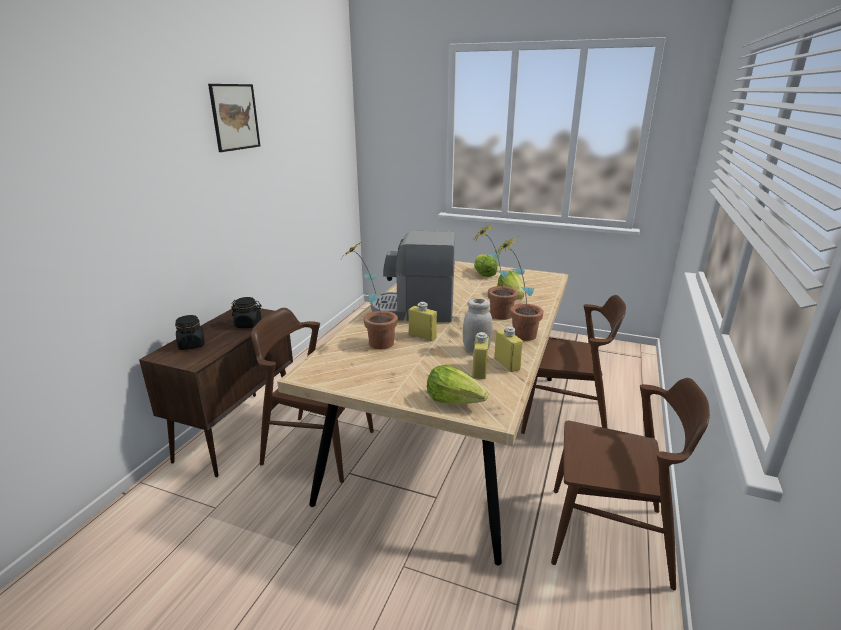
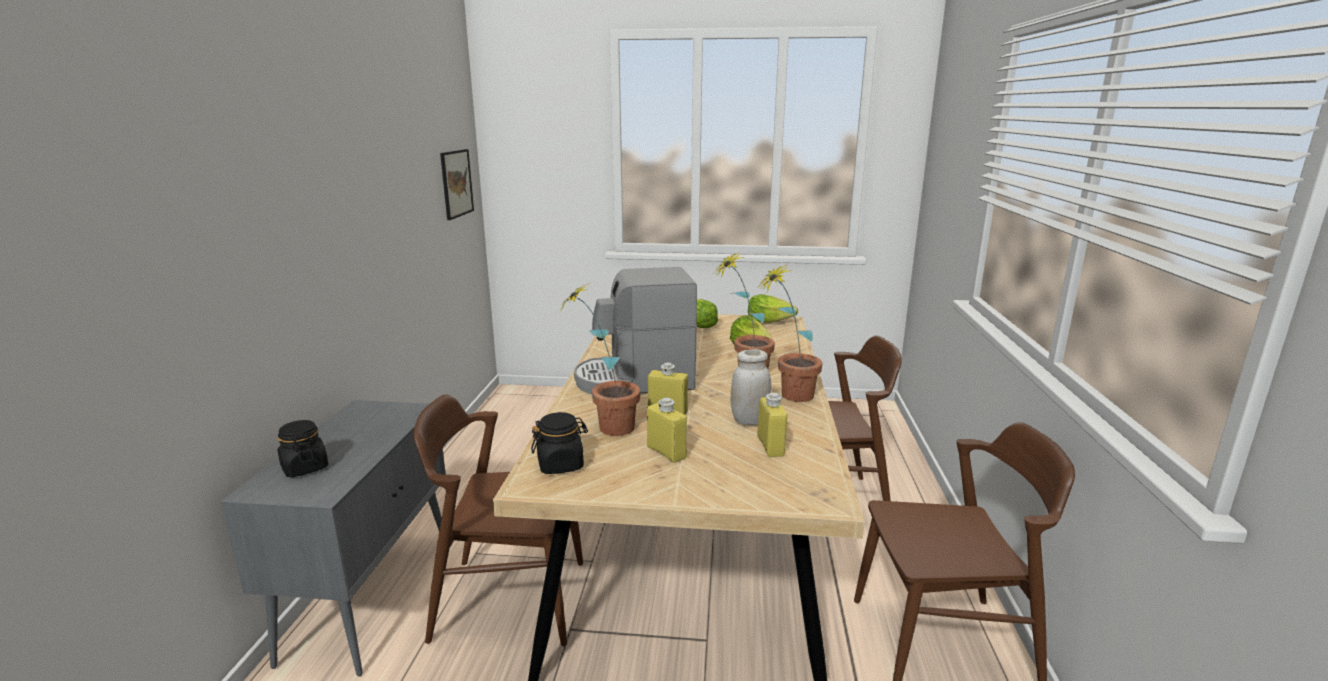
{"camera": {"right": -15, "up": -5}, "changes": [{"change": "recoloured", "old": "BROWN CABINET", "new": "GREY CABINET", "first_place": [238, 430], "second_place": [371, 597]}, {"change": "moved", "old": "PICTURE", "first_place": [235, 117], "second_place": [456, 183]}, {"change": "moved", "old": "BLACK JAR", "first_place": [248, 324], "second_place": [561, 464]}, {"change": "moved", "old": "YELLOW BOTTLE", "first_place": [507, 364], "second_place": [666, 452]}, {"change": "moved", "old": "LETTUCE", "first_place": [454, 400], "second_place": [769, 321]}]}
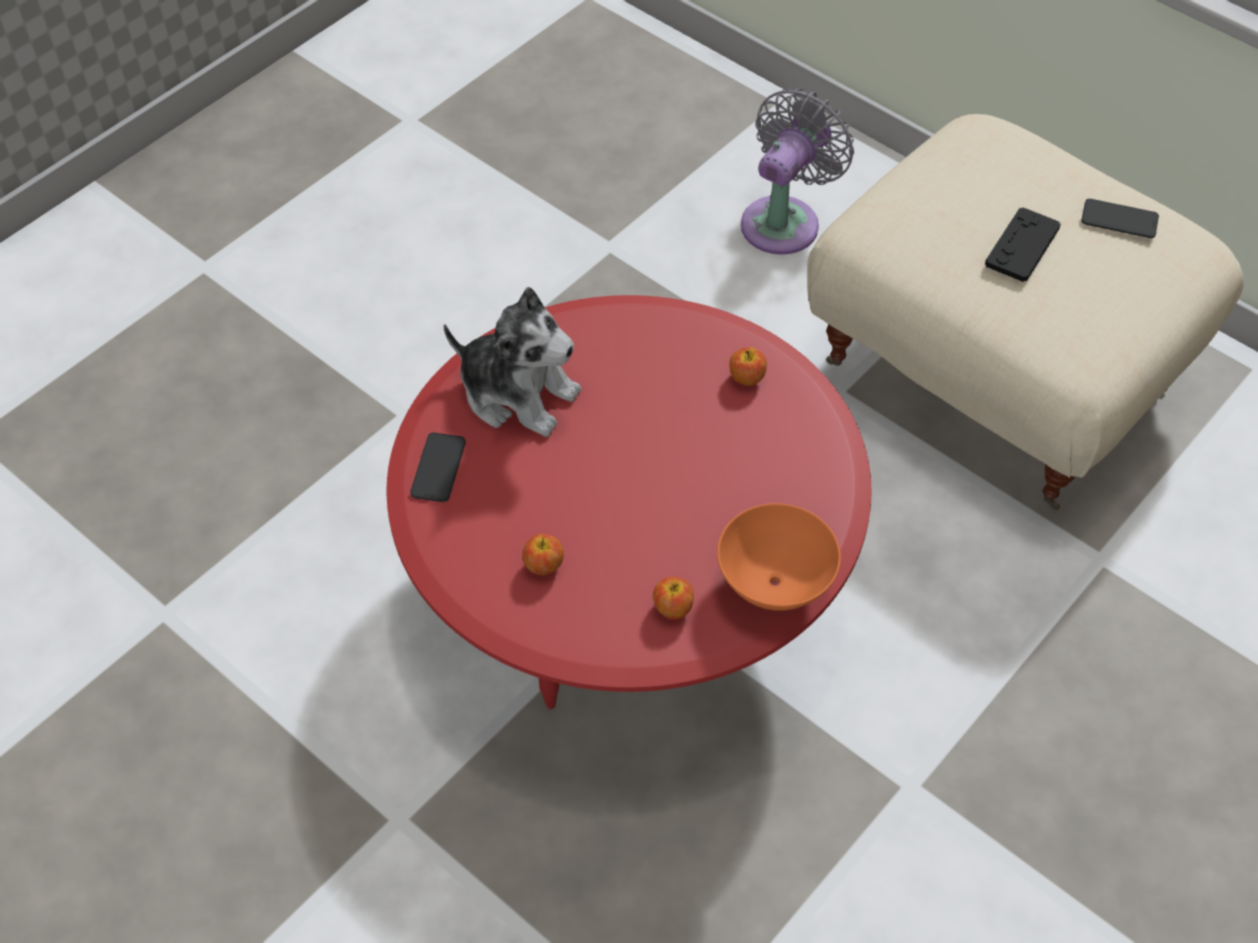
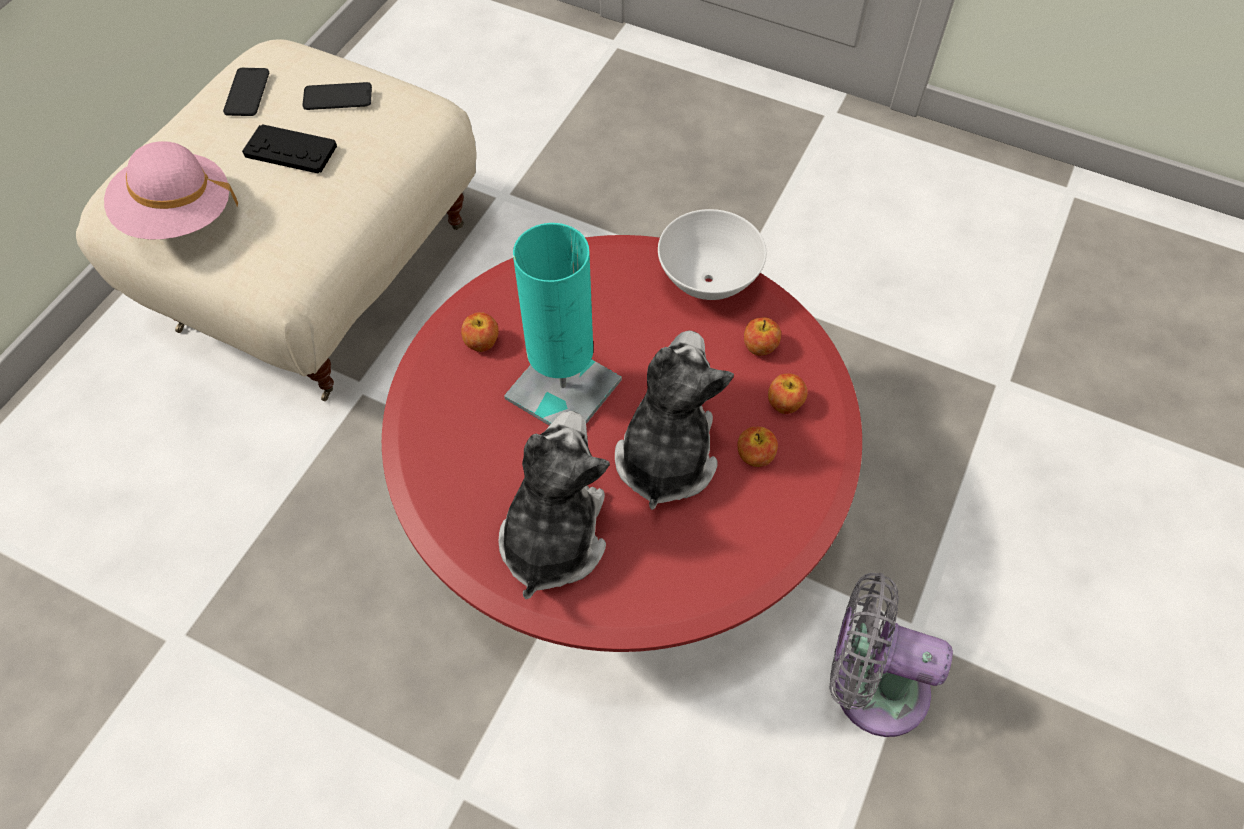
{"camera": {"right": -105, "up": 5}, "changes": [{"change": "added", "new": "PINK HAT", "second_place": [178, 216]}, {"change": "moved", "old": "PHONE", "first_place": [438, 468], "second_place": [337, 97]}, {"change": "added", "new": "TURQUOISE TABLE LAMP", "second_place": [563, 389]}, {"change": "added", "new": "PLUSH TOY", "second_place": [665, 456]}, {"change": "recoloured", "old": "ORANGE BOWL", "new": "WHITE BOWL", "first_place": [773, 584], "second_place": [708, 282]}, {"change": "added", "new": "APPLE", "second_place": [785, 403]}, {"change": "moved", "old": "GREY FAN", "first_place": [784, 220], "second_place": [870, 685]}]}
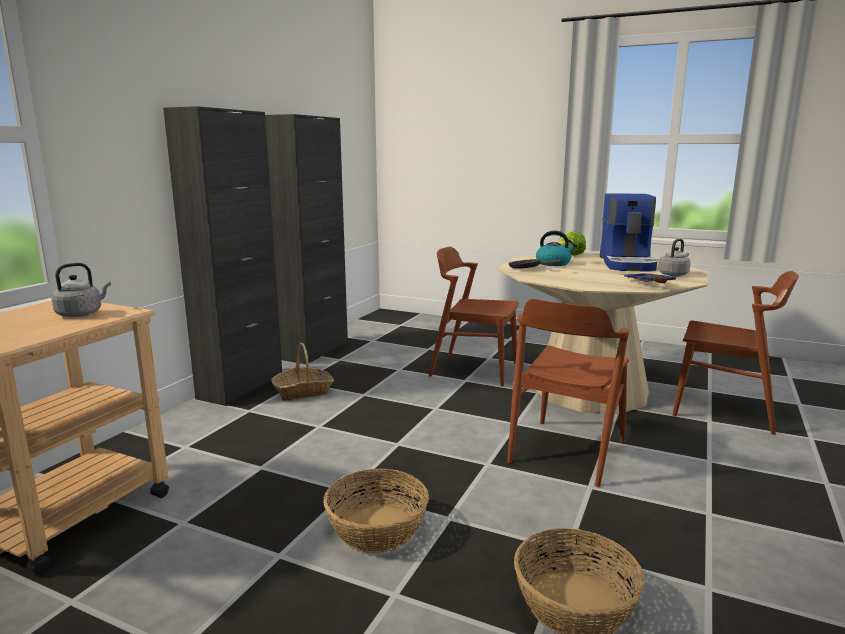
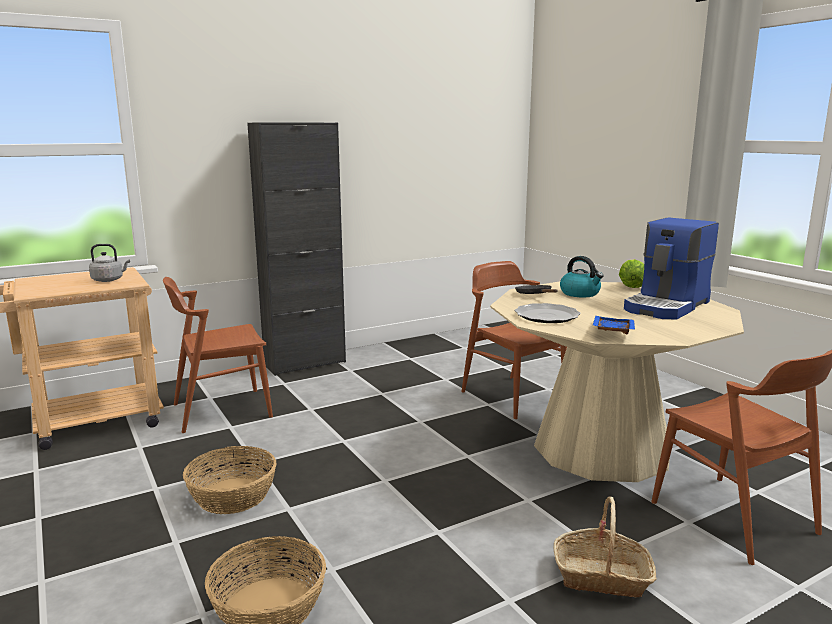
{"camera": {"right": 35, "up": 0}, "changes": [{"change": "moved", "old": "BROWN CHAIR", "first_place": [567, 451], "second_place": [221, 410]}, {"change": "added", "new": "PLATE", "second_place": [547, 316]}, {"change": "moved", "old": "BASKET", "first_place": [303, 391], "second_place": [602, 576]}, {"change": "removed", "old": "BLACK CABINET", "first_place": [315, 351]}, {"change": "removed", "old": "GREY KETTLE", "first_place": [674, 274]}]}
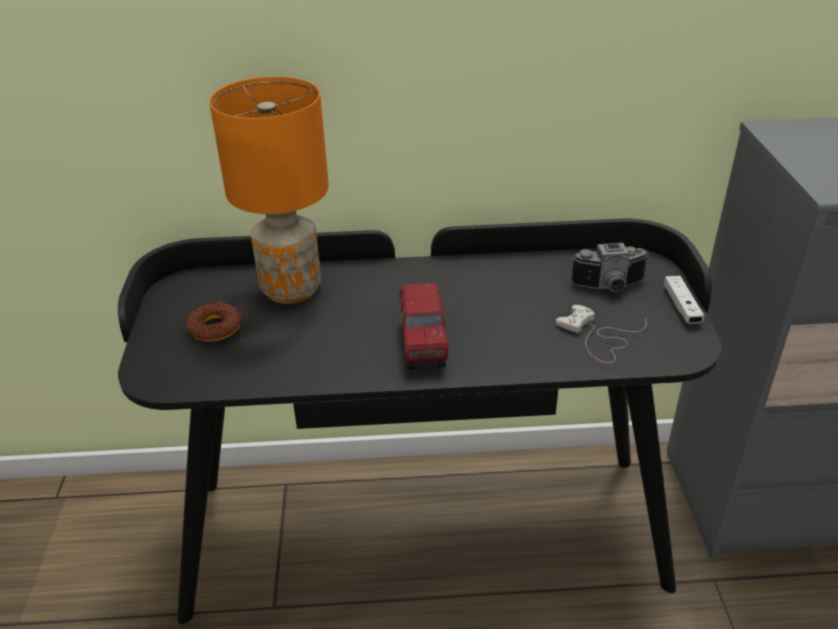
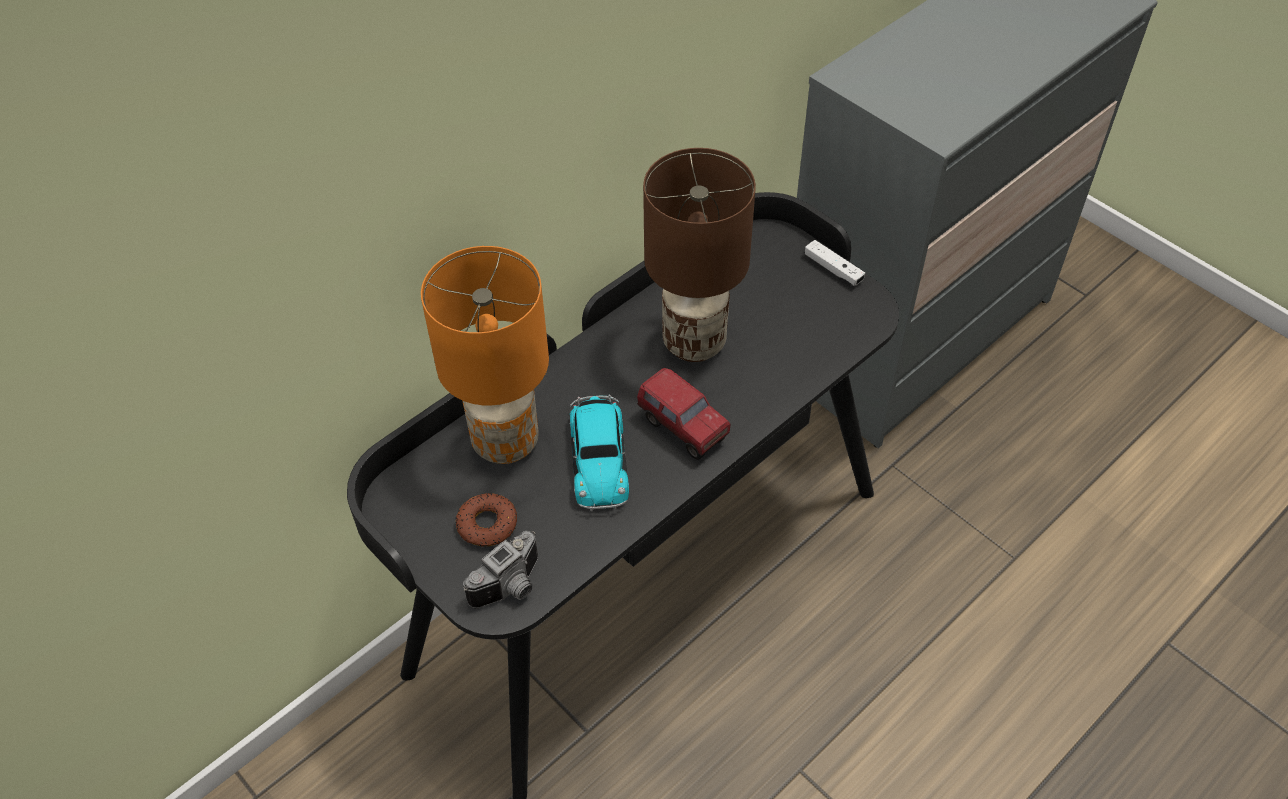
{"camera": {"right": -40, "up": 15}, "changes": [{"change": "moved", "old": "PHOTO CAMERA", "first_place": [610, 287], "second_place": [512, 587]}, {"change": "added", "new": "TOY CAR", "second_place": [598, 456]}, {"change": "added", "new": "BROWN TABLE LAMP", "second_place": [693, 342]}, {"change": "removed", "old": "WHITE GAME CONTROLLER", "first_place": [598, 337]}]}
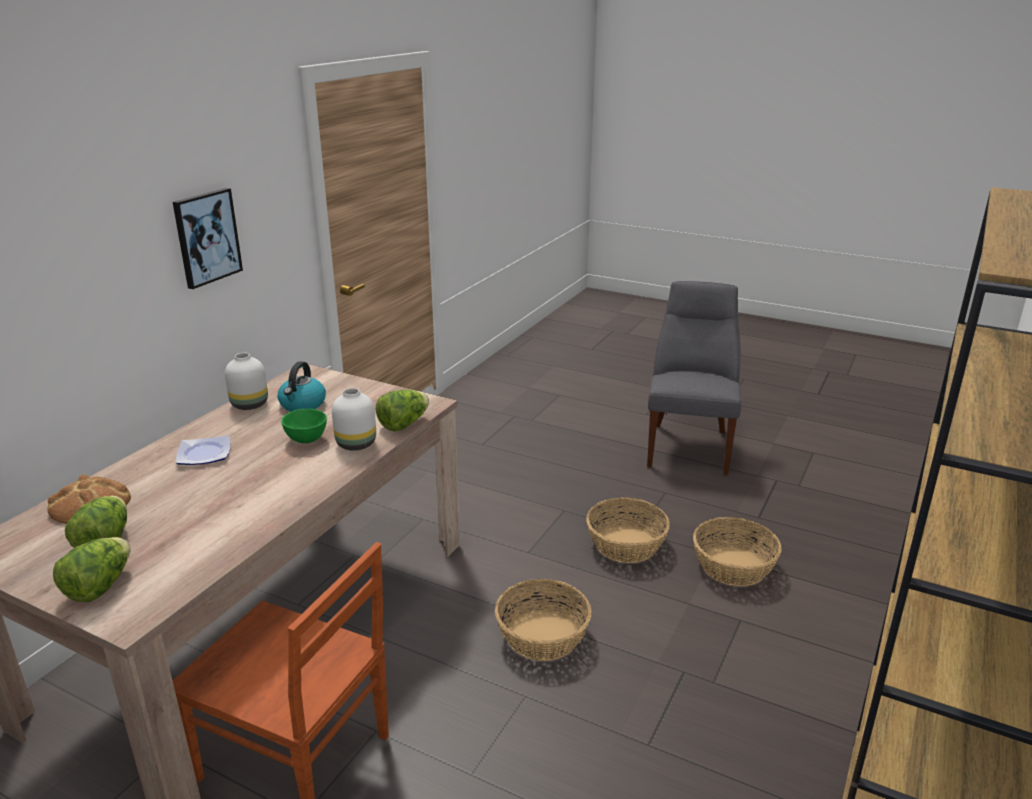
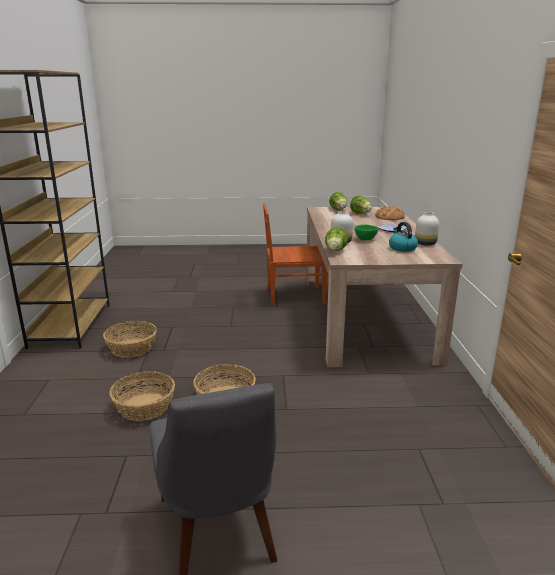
{"camera": {"right": 150, "up": -5}, "changes": [{"change": "moved", "old": "BASKET", "first_place": [543, 636], "second_place": [131, 348]}, {"change": "removed", "old": "PICTURE", "first_place": [207, 237]}]}
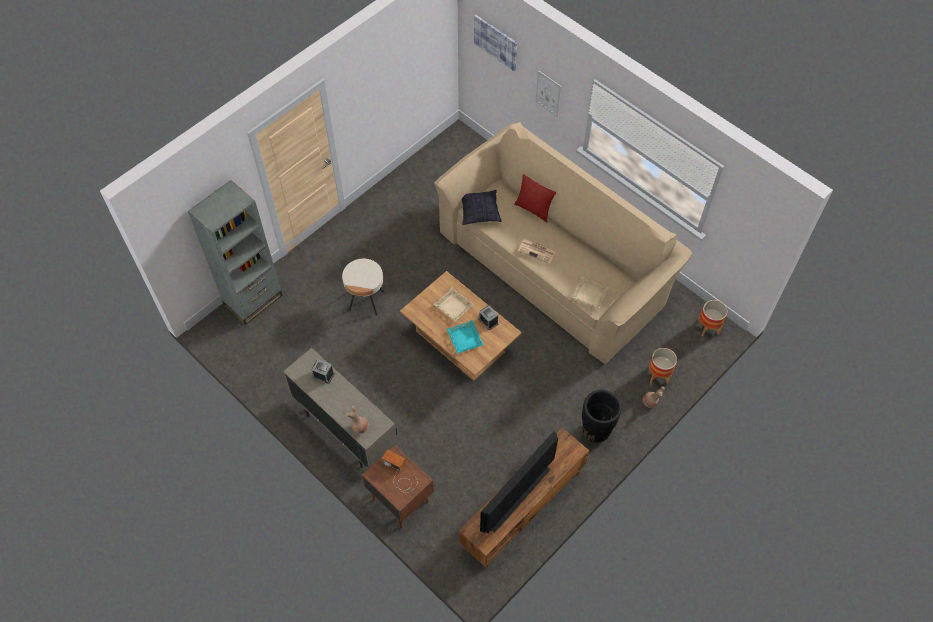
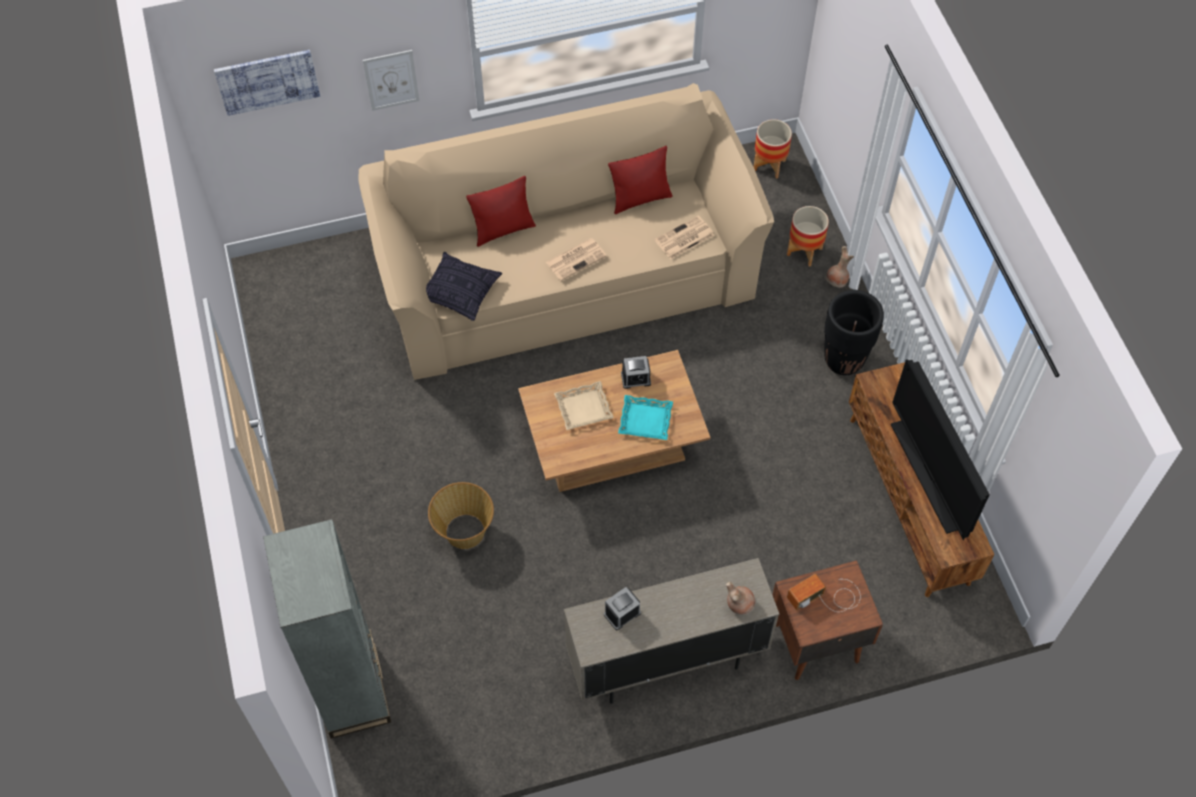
{"camera": {"right": -60, "up": 0}, "changes": [{"change": "replaced", "old": "BEIGE SIDE TABLE", "new": "BASKET", "first_place": [366, 301], "second_place": [464, 531]}, {"change": "added", "new": "RED PILLOW", "second_place": [640, 199]}, {"change": "replaced", "old": "BEIGE TRAY", "new": "NEWSPAPER", "first_place": [589, 295], "second_place": [683, 238]}]}
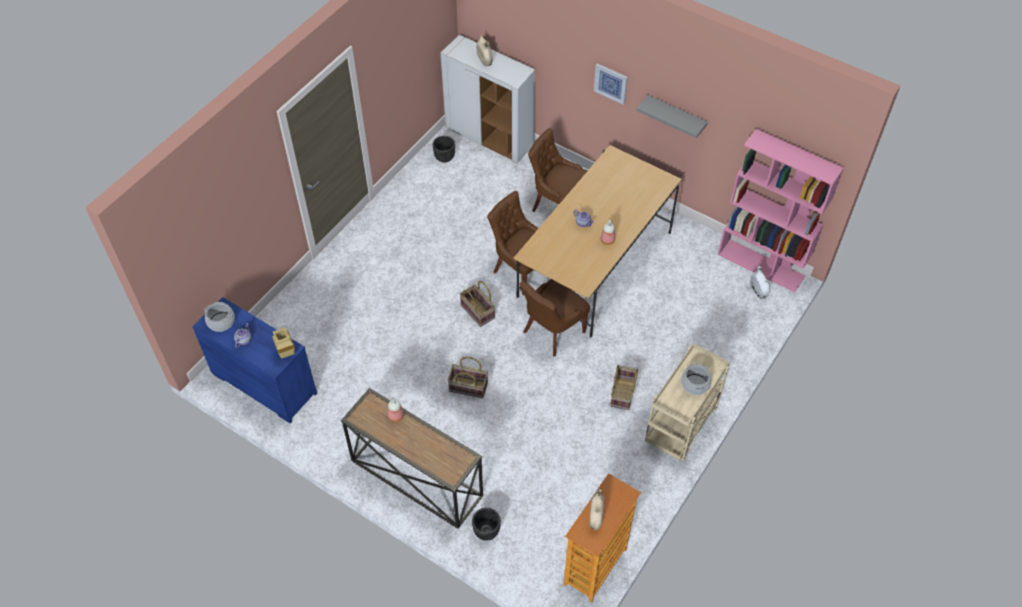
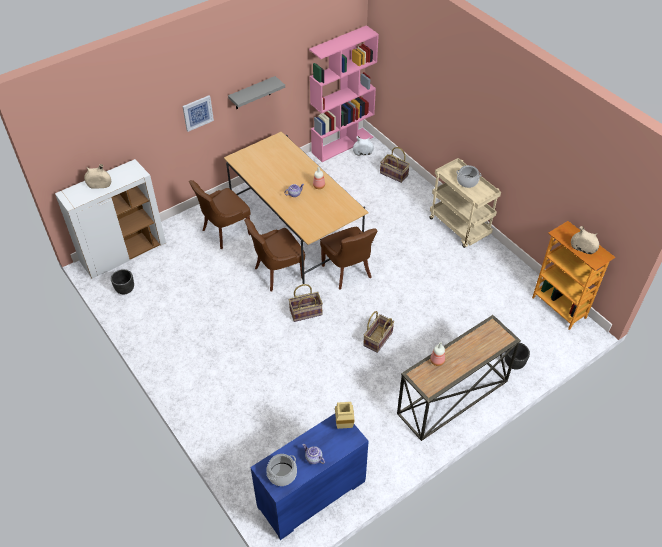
{"camera": {"right": -70, "up": -5}, "changes": [{"change": "moved", "old": "BASKET", "first_place": [623, 394], "second_place": [394, 174]}]}
